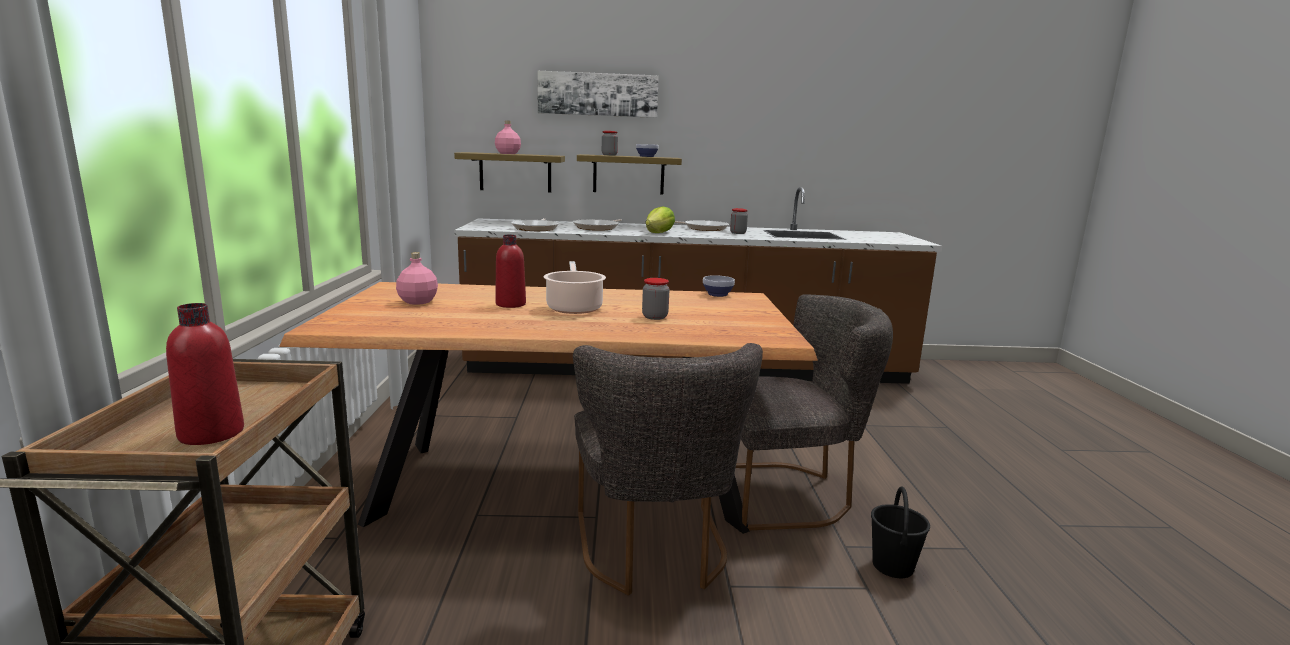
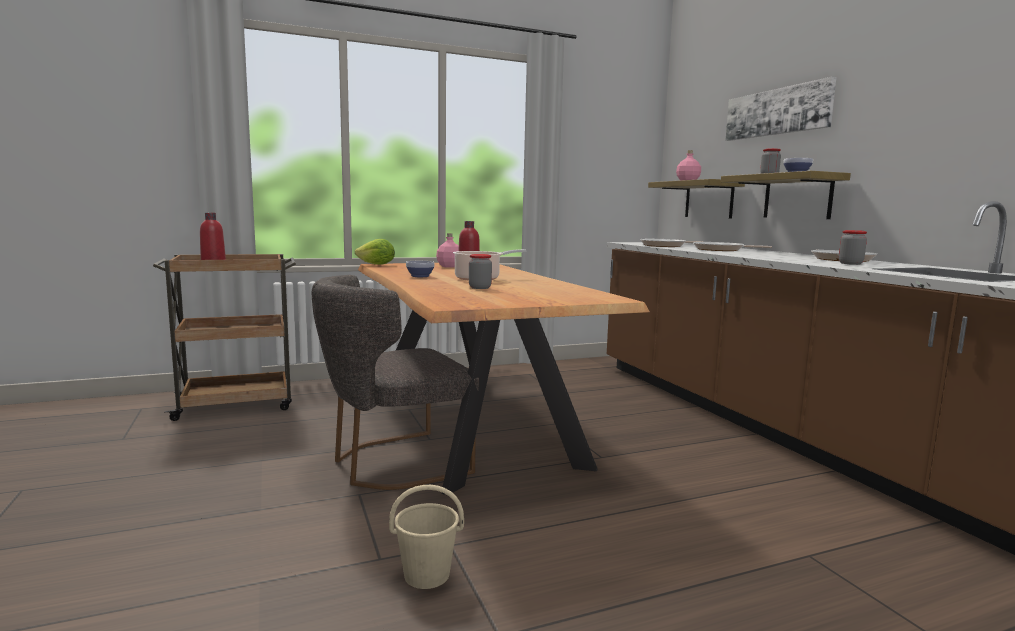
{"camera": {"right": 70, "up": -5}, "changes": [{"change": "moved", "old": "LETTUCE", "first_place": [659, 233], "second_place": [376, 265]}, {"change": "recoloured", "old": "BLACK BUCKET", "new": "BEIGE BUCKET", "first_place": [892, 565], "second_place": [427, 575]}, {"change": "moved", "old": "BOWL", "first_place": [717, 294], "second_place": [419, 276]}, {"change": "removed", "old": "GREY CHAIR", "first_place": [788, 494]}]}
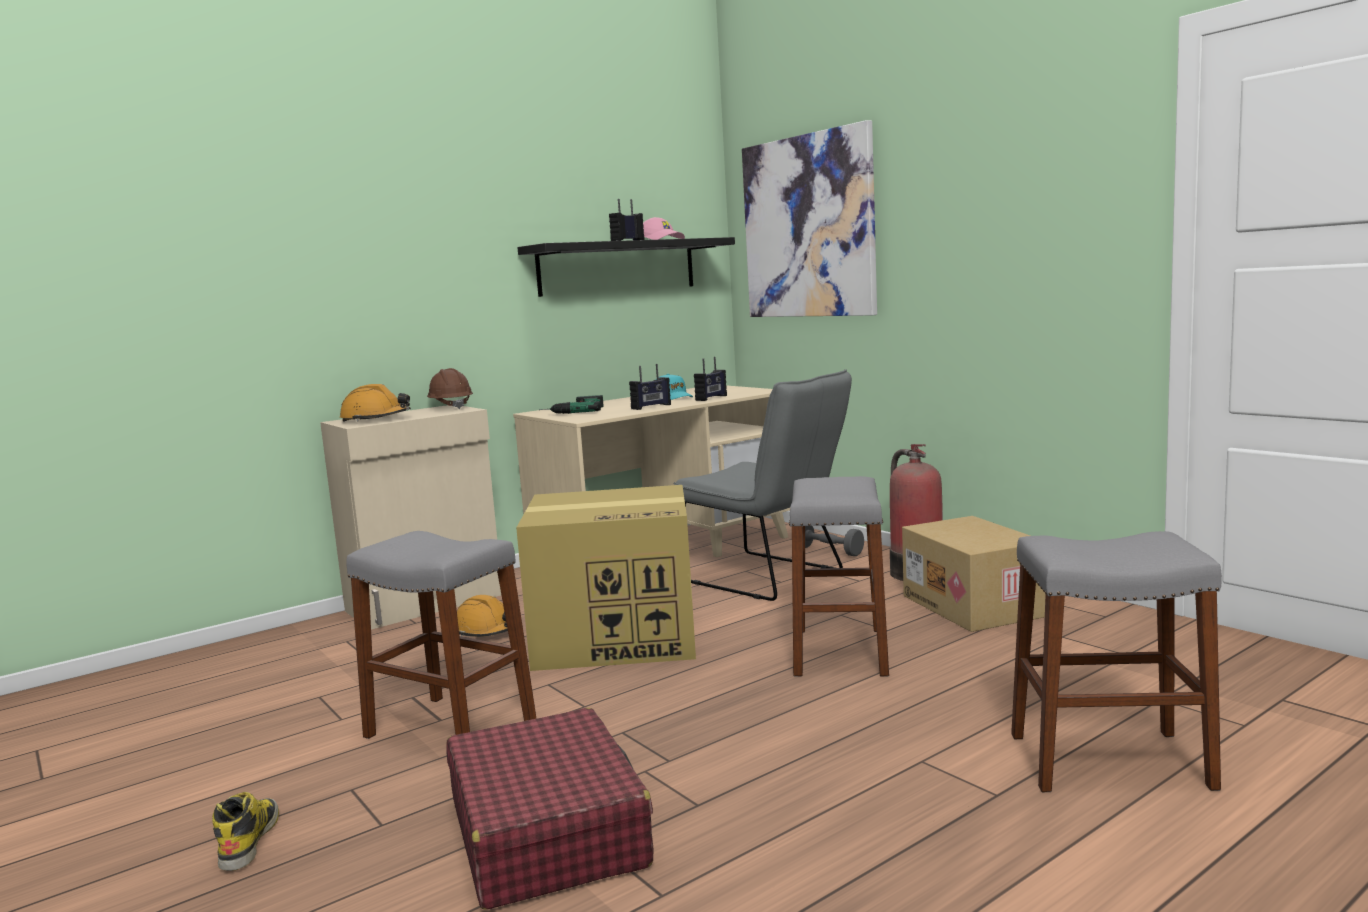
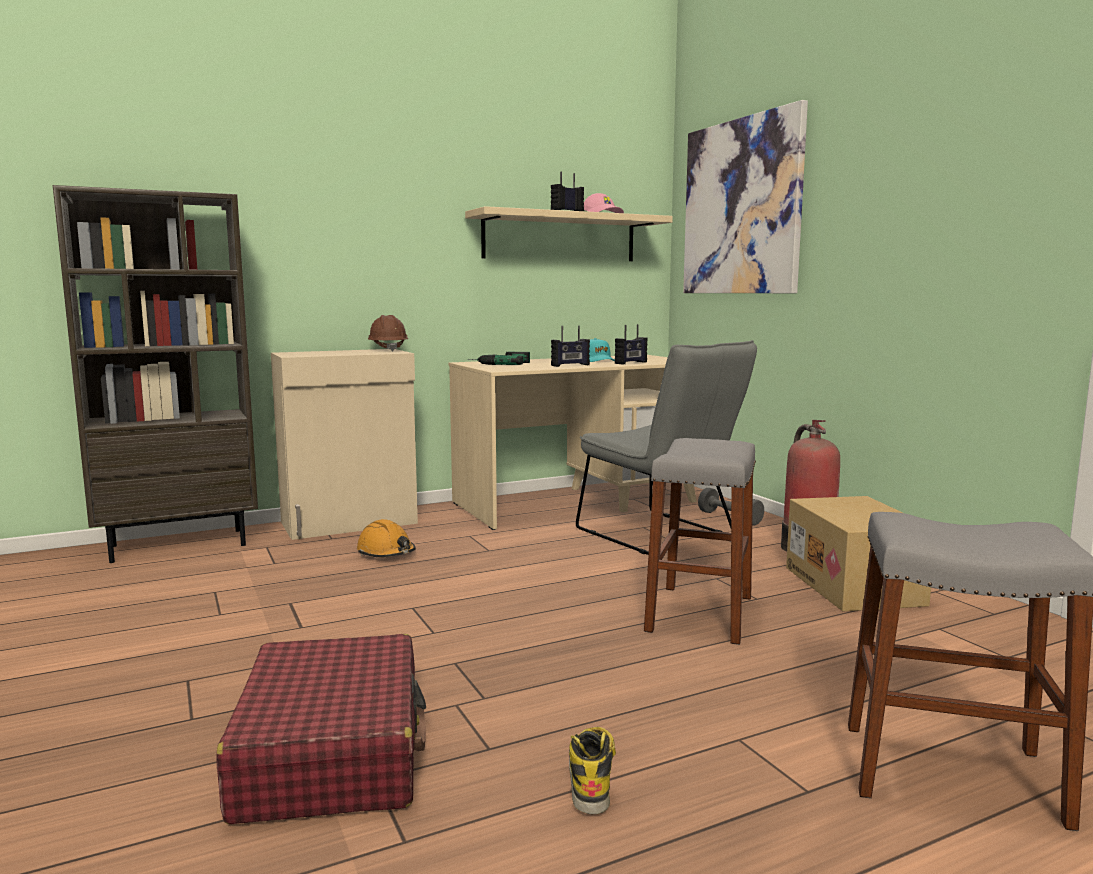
{"camera": {"right": 10, "up": 0}, "changes": [{"change": "added", "new": "BROWN BOOKCASE", "second_place": [180, 545]}, {"change": "recoloured", "old": "BLACK SHELF", "new": "BEIGE SHELF", "first_place": [617, 267], "second_place": [560, 237]}, {"change": "moved", "old": "BOOT", "first_place": [249, 840], "second_place": [591, 778]}, {"change": "removed", "old": "ORANGE HARD HAT", "first_place": [376, 419]}, {"change": "removed", "old": "GREY STOOL", "first_place": [450, 729]}, {"change": "removed", "old": "CARDBOARD BOX", "first_place": [618, 637]}]}
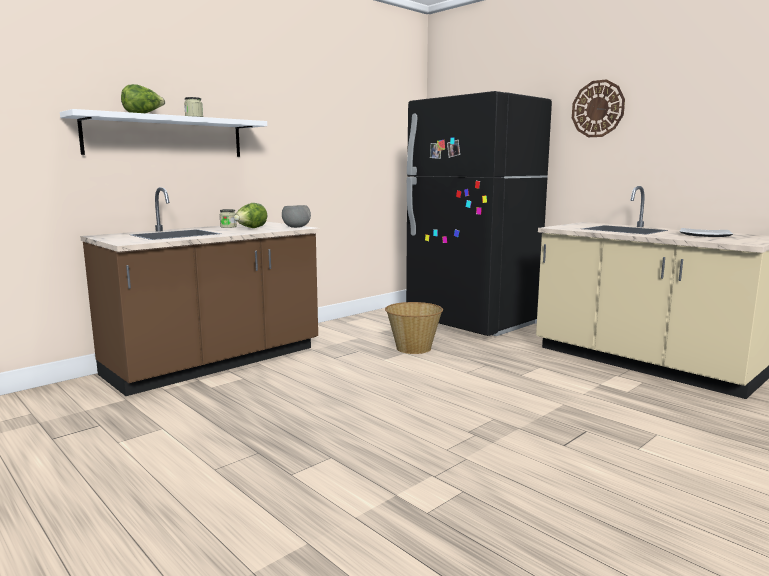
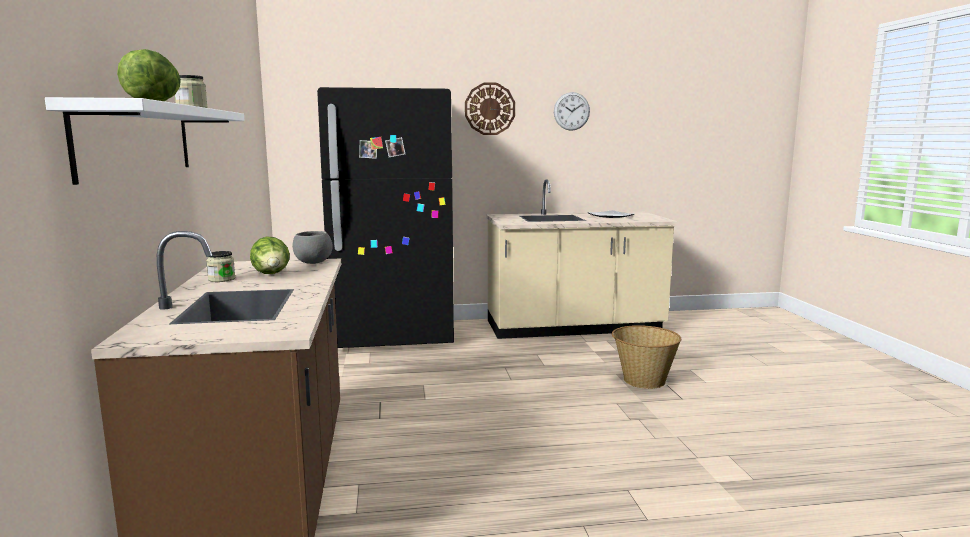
{"camera": {"right": -55, "up": 0}, "changes": [{"change": "added", "new": "WALL CLOCK", "second_place": [571, 111]}, {"change": "moved", "old": "BASKET", "first_place": [413, 348], "second_place": [643, 380]}]}
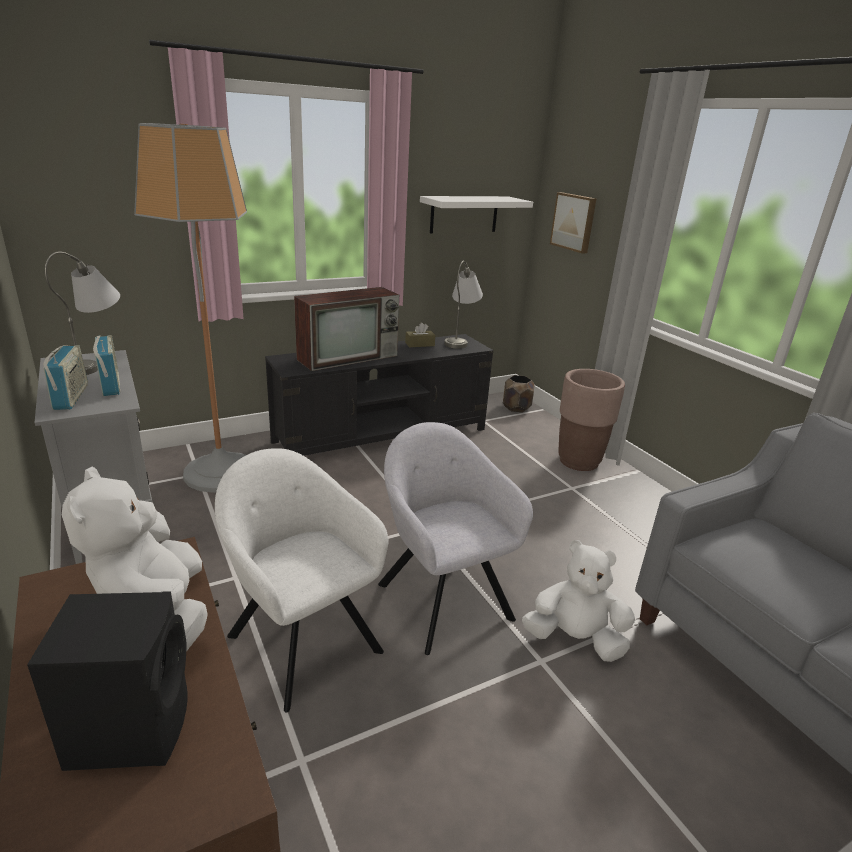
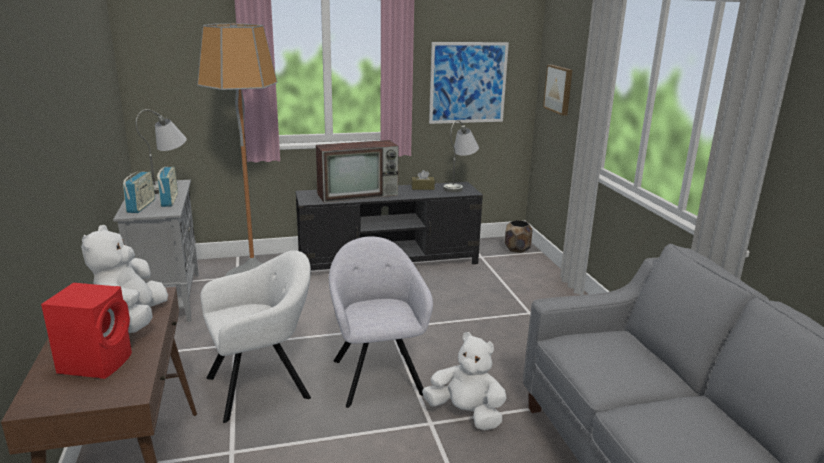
{"camera": {"right": 15, "up": -5}, "changes": [{"change": "recoloured", "old": "BLACK SPEAKER", "new": "RED SPEAKER", "first_place": [132, 725], "second_place": [97, 362]}, {"change": "turned", "old": "WHITE ARMCHAIR", "first_place": [301, 639], "second_place": [262, 386], "degrees": 90}, {"change": "replaced", "old": "WHITE SHELF", "new": "PICTURE", "first_place": [464, 214], "second_place": [468, 83]}, {"change": "removed", "old": "BROWN PLANTER", "first_place": [578, 461]}]}
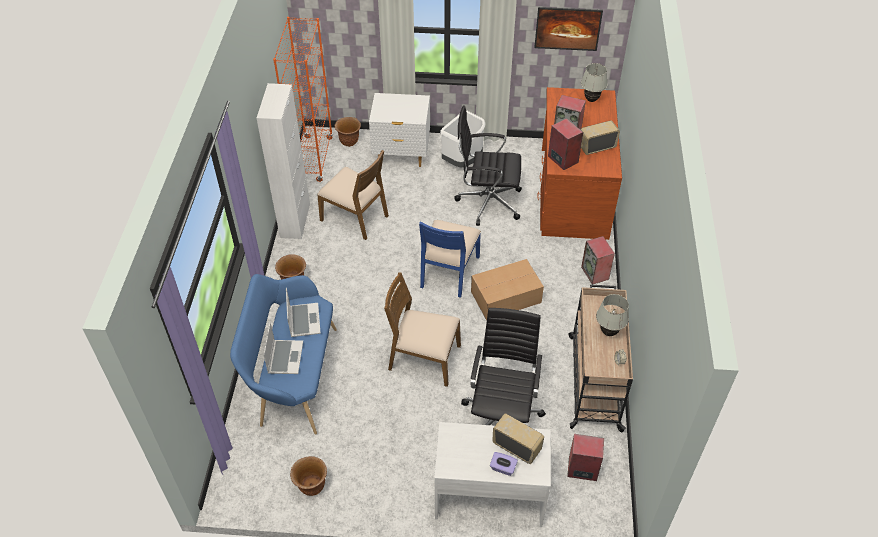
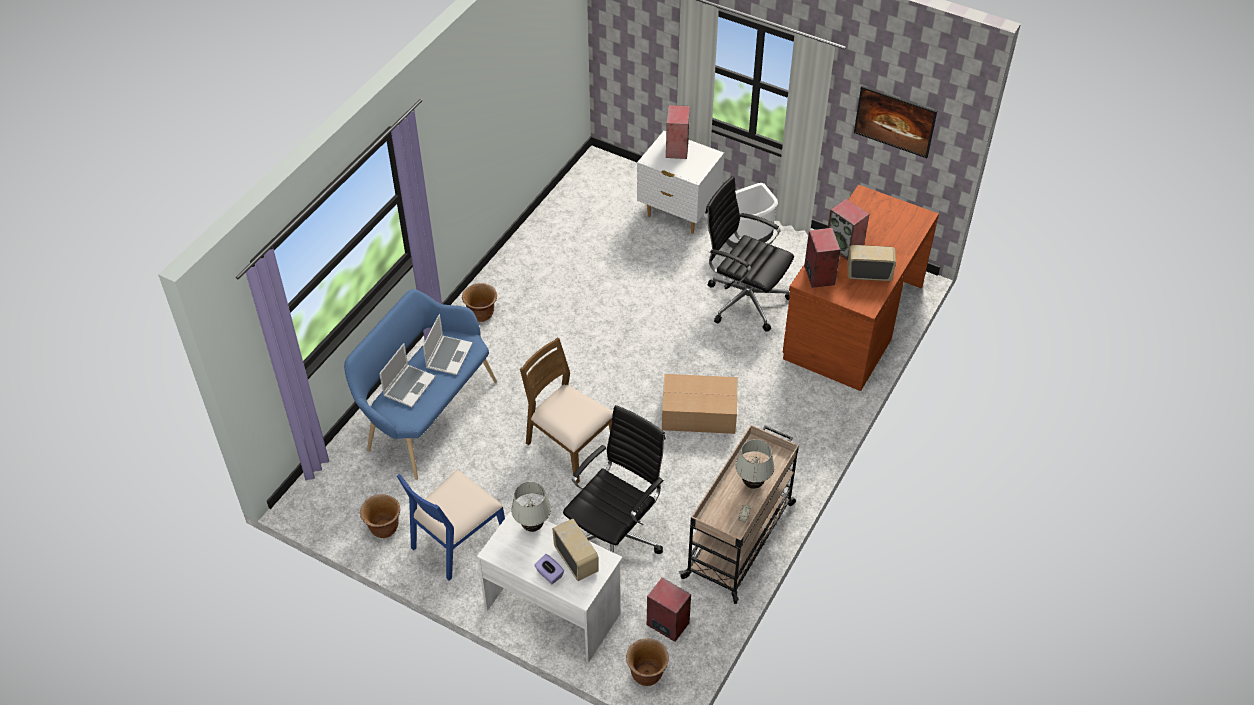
{"camera": {"right": 25, "up": 0}, "changes": [{"change": "moved", "old": "BLUE CHAIR", "first_place": [448, 272], "second_place": [457, 540]}, {"change": "moved", "old": "WHITE TABLE LAMP", "first_place": [591, 100], "second_place": [532, 527]}, {"change": "moved", "old": "BROWN PLANTER", "first_place": [349, 141], "second_place": [646, 674]}, {"change": "moved", "old": "SPEAKER", "first_place": [595, 273], "second_place": [677, 149]}, {"change": "removed", "old": "WHITE CABINET", "first_place": [295, 220]}, {"change": "removed", "old": "ORANGE BOOKCASE", "first_place": [313, 159]}, {"change": "removed", "old": "BROWN CHAIR", "first_place": [355, 217]}]}
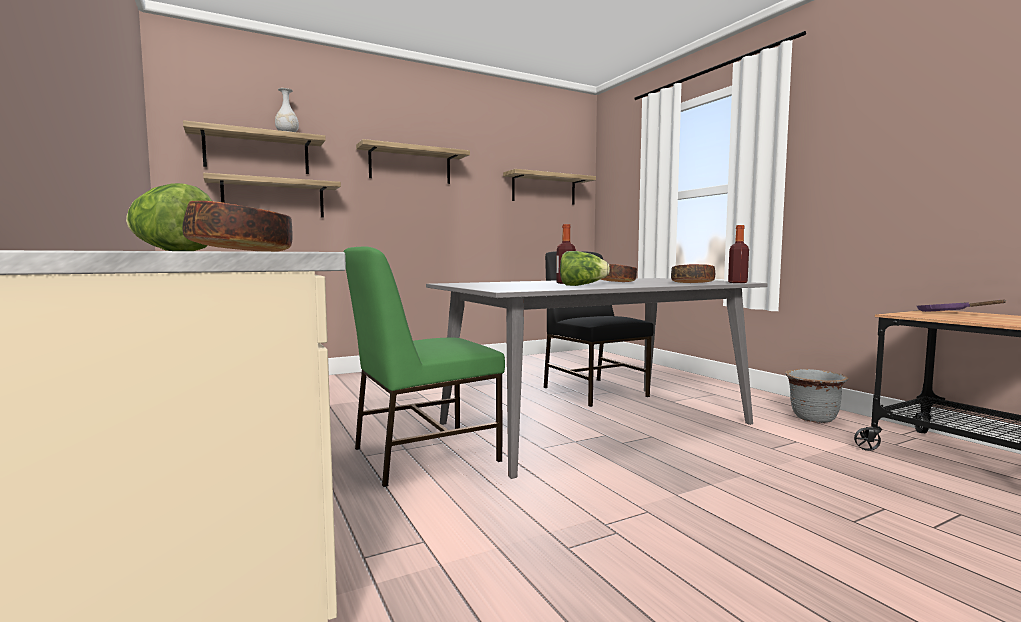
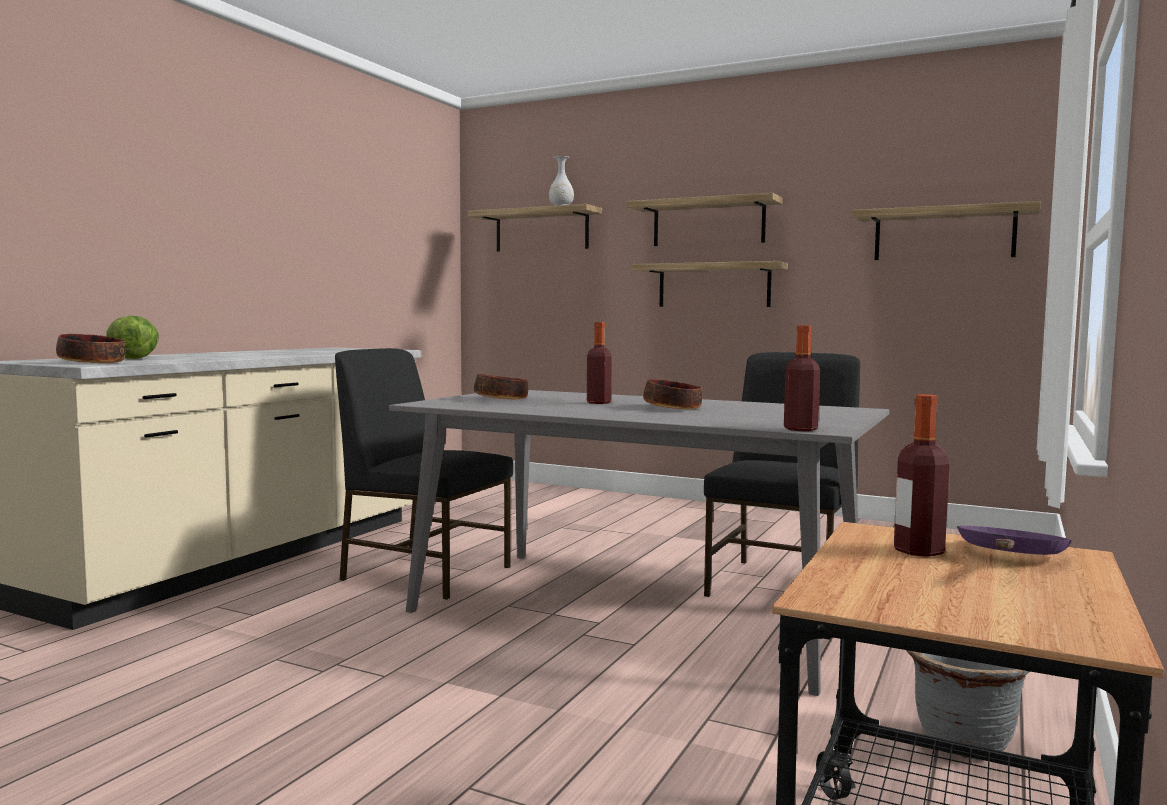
{"camera": {"right": 55, "up": 0}, "changes": [{"change": "recoloured", "old": "GREEN CHAIR", "new": "BLACK CHAIR", "first_place": [422, 455], "second_place": [425, 572]}, {"change": "moved", "old": "BOWL", "first_place": [693, 283], "second_place": [502, 399]}, {"change": "moved", "old": "SHELF", "first_place": [274, 198], "second_place": [714, 285]}, {"change": "added", "new": "BOTTLE", "second_place": [918, 551]}, {"change": "removed", "old": "LETTUCE", "first_place": [581, 285]}]}
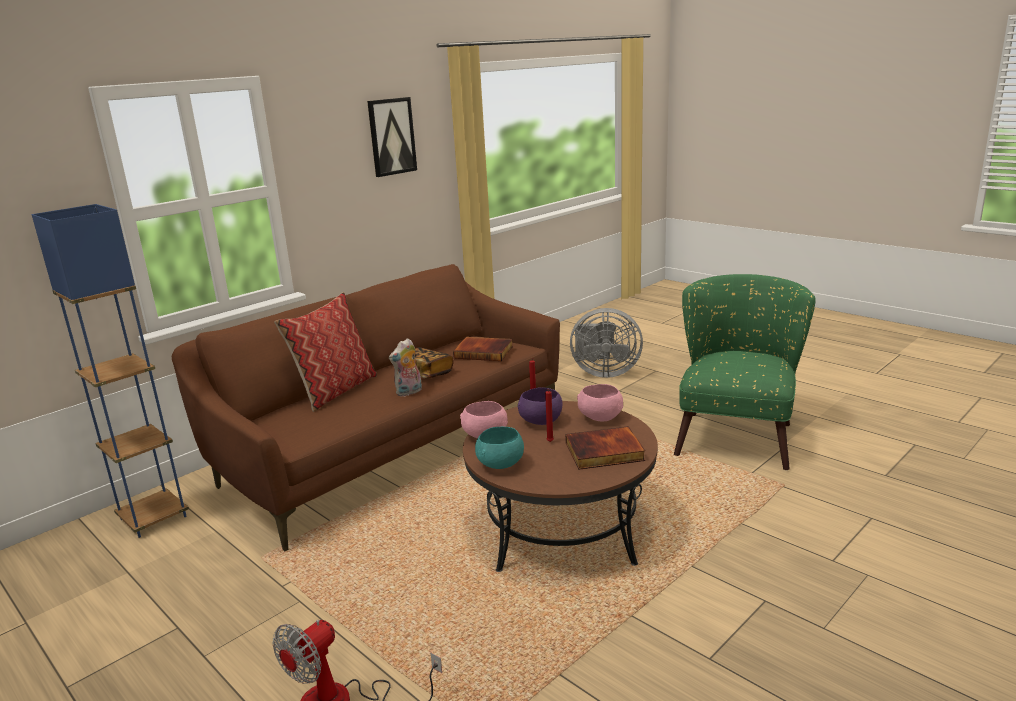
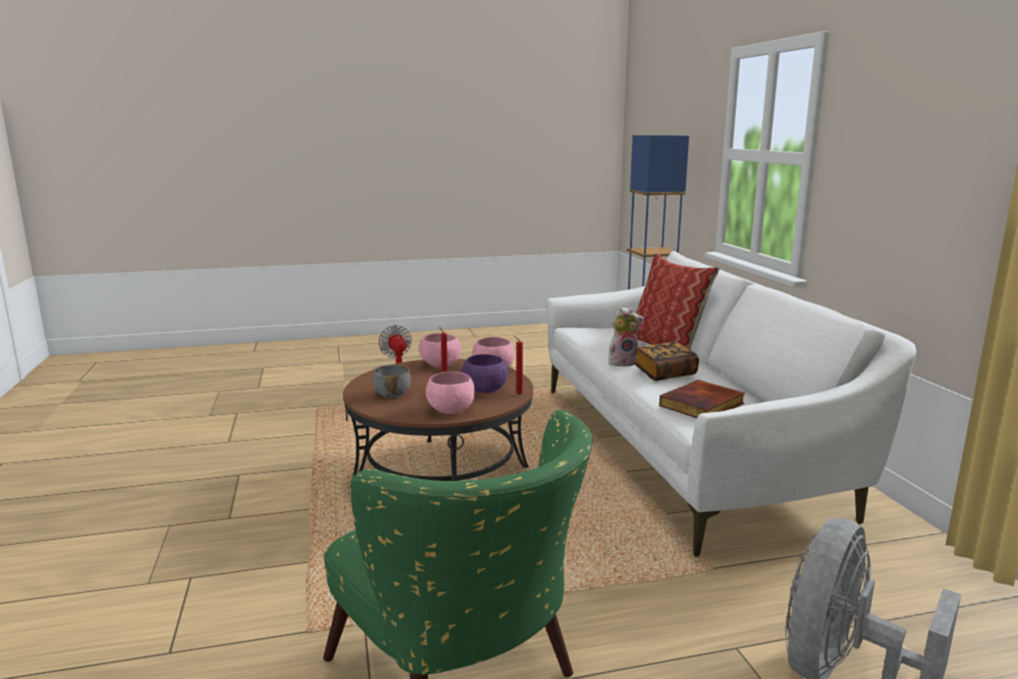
{"camera": {"right": 120, "up": -5}, "changes": [{"change": "replaced", "old": "BOOK", "new": "GREY BOWL", "first_place": [604, 452], "second_place": [392, 394]}, {"change": "recoloured", "old": "TURQUOISE BOWL", "new": "PINK BOWL", "first_place": [500, 465], "second_place": [440, 365]}, {"change": "recoloured", "old": "BROWN SOFA", "new": "WHITE SOFA", "first_place": [391, 447], "second_place": [685, 447]}, {"change": "turned", "old": "PLUSH TOY", "first_place": [409, 392], "second_place": [623, 362], "degrees": 90}, {"change": "removed", "old": "PICTURE", "first_place": [391, 136]}]}
